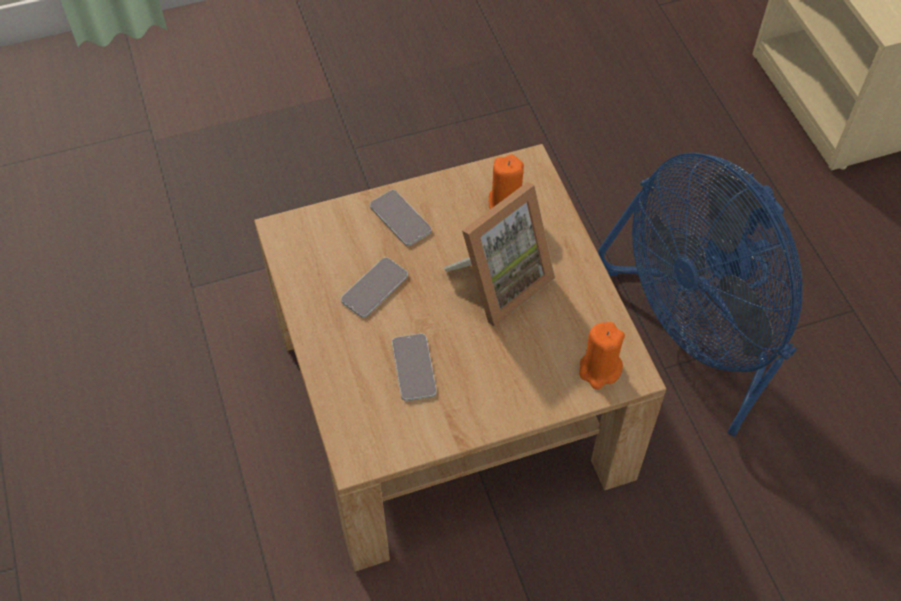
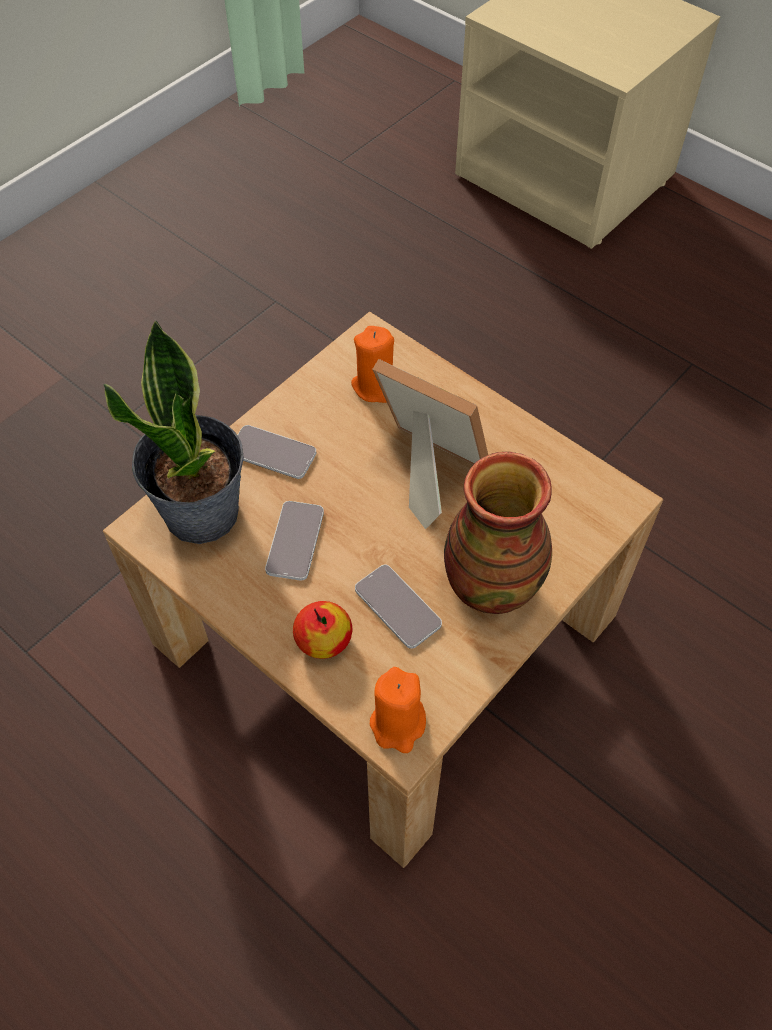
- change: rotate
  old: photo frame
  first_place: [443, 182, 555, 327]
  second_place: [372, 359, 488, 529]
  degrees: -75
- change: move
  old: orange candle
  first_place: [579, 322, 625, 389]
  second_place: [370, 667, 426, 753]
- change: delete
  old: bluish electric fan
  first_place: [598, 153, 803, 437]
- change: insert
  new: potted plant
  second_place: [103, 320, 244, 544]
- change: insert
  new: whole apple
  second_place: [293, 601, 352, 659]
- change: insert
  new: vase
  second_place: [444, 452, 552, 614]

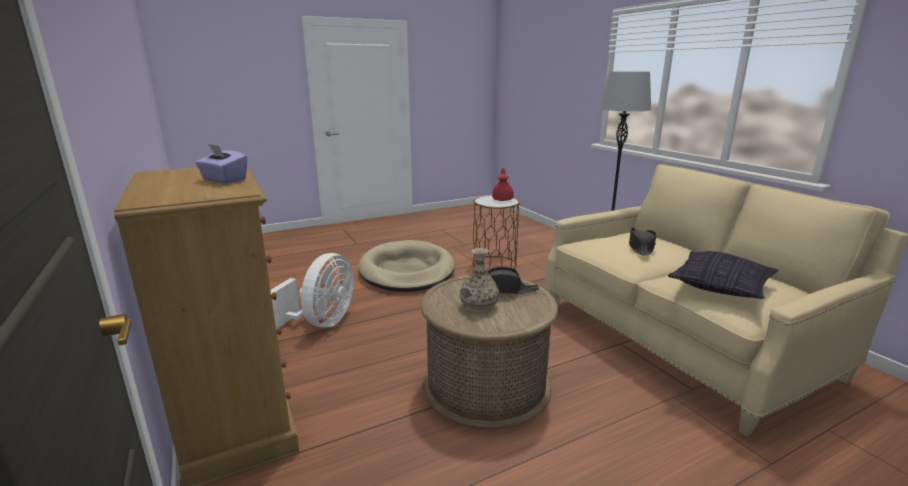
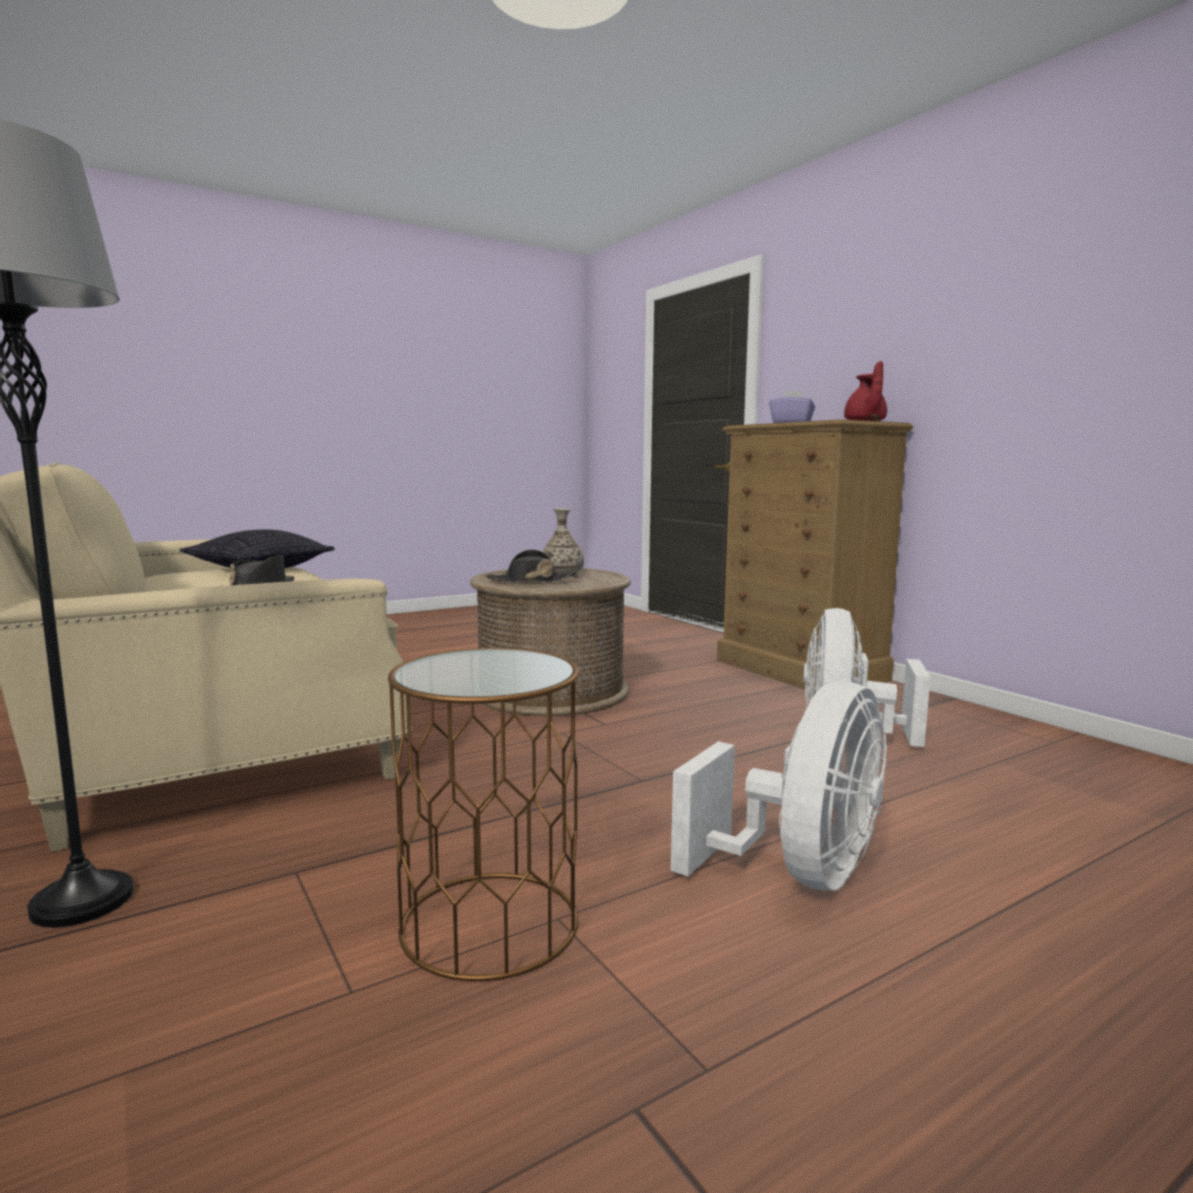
- change: replace
  old: beige-coloured pet bed
  new: white electric fan
  first_place: [358, 240, 455, 292]
  second_place: [671, 681, 887, 891]
- change: move
  old: red pot for tea
  first_place: [492, 168, 514, 201]
  second_place: [844, 361, 887, 421]

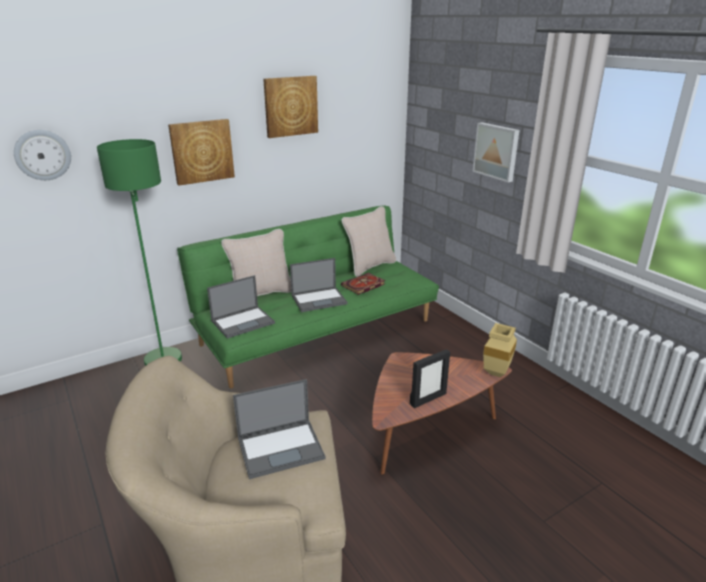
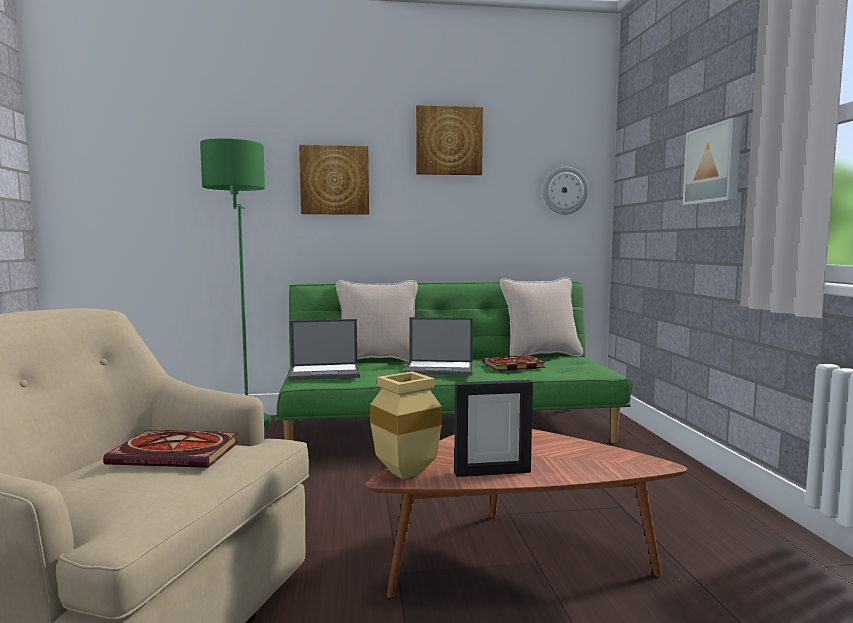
- change: move
  old: hanging clock
  first_place: [14, 130, 71, 180]
  second_place: [543, 167, 588, 215]
- change: replace
  old: laptop
  new: volume
  first_place: [233, 379, 326, 479]
  second_place: [103, 430, 239, 468]
- change: move
  old: beige-coloured vase
  first_place: [483, 323, 517, 377]
  second_place: [370, 371, 442, 479]

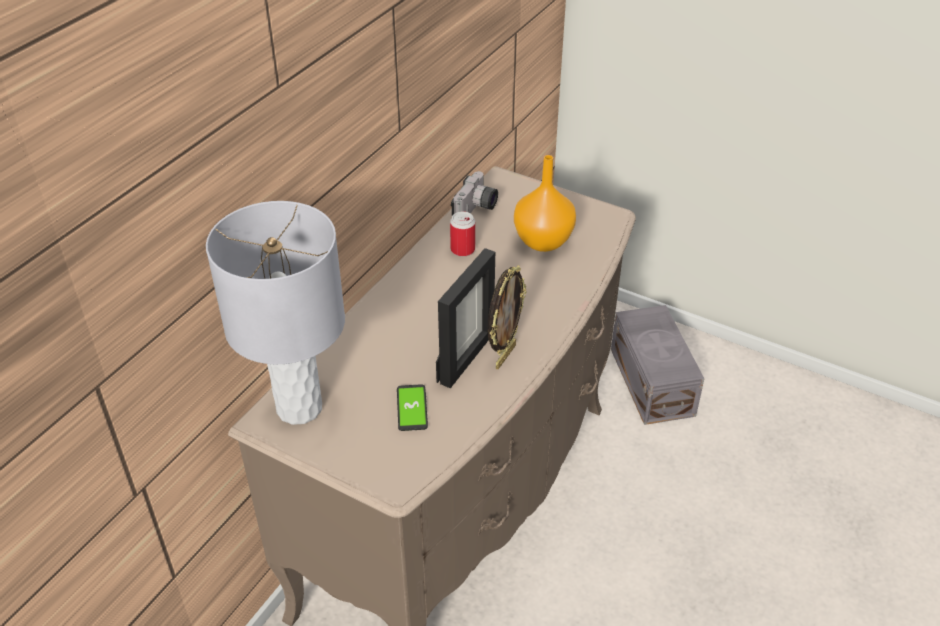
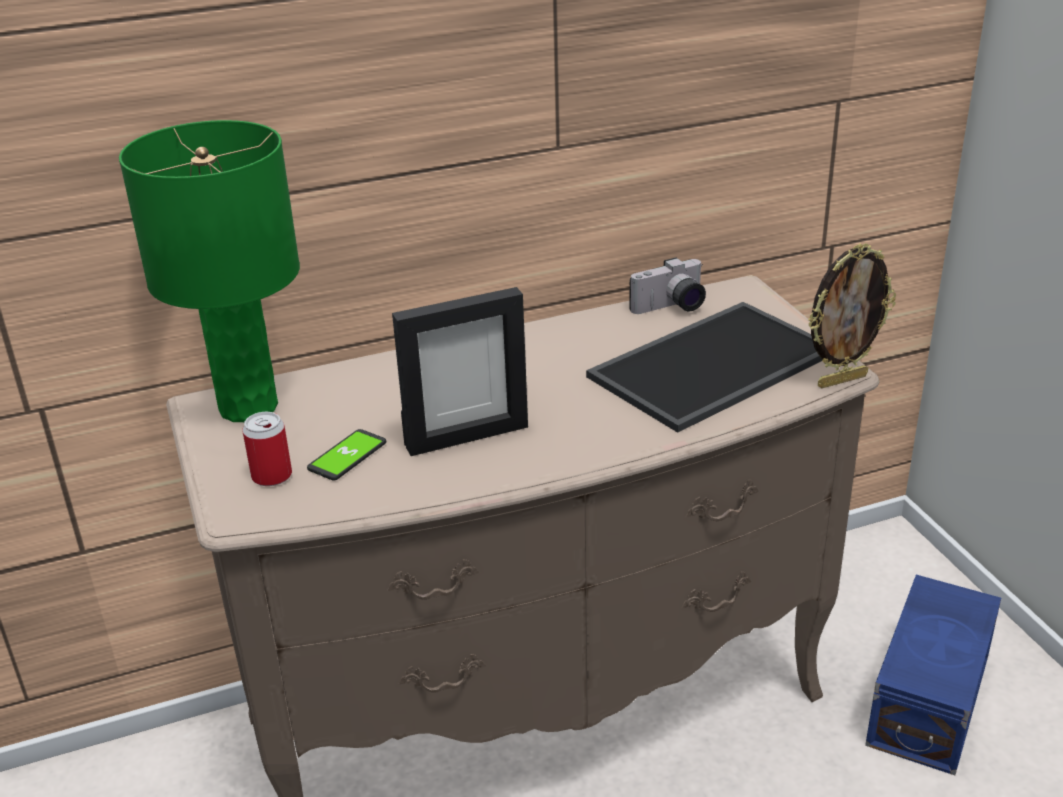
- change: recolor
  old: grey tabletop lamp
  new: greenish tabletop lamp
  first_place: [206, 201, 345, 425]
  second_place: [119, 120, 300, 422]
- change: move
  old: sealed can
  first_place: [450, 211, 475, 257]
  second_place: [242, 412, 292, 486]
- change: move
  old: photo frame
  first_place: [488, 265, 526, 369]
  second_place: [808, 243, 896, 388]
- change: replace
  old: orange vase
  new: carrying tray
  first_place: [514, 155, 576, 252]
  second_place: [586, 302, 822, 433]
- change: recolor
  old: grey storage bin
  new: bluish storage bin
  first_place: [611, 305, 704, 425]
  second_place: [865, 575, 1001, 775]

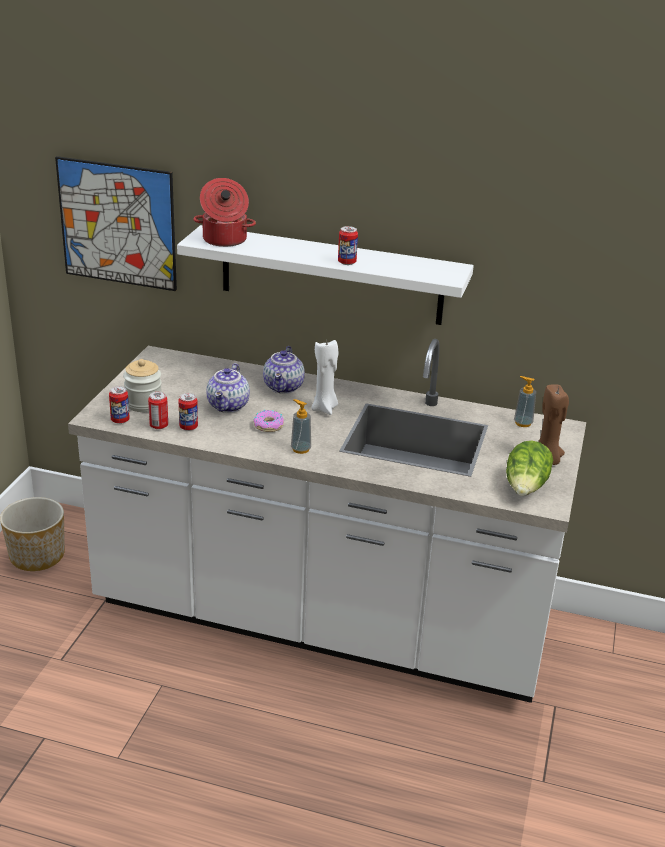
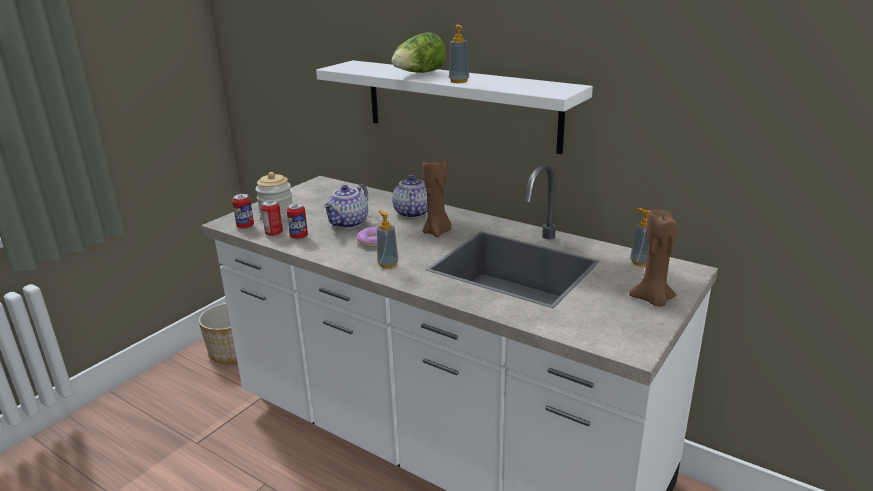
- change: delete
  old: picture
  first_place: [55, 156, 177, 291]
- change: delete
  old: stockpot
  first_place: [193, 178, 256, 247]
- change: rotate
  old: pot for tea
  first_place: [263, 346, 305, 394]
  second_place: [392, 175, 427, 218]
  degrees: 150
- change: recolor
  old: white candle
  new: brown candle
  first_place: [311, 340, 338, 415]
  second_place: [423, 158, 451, 238]
- change: replace
  old: sealed can
  new: soap bottle
  first_place: [338, 226, 358, 265]
  second_place: [449, 25, 469, 83]
- change: move
  old: lettuce
  first_place: [506, 441, 553, 496]
  second_place: [392, 32, 446, 73]

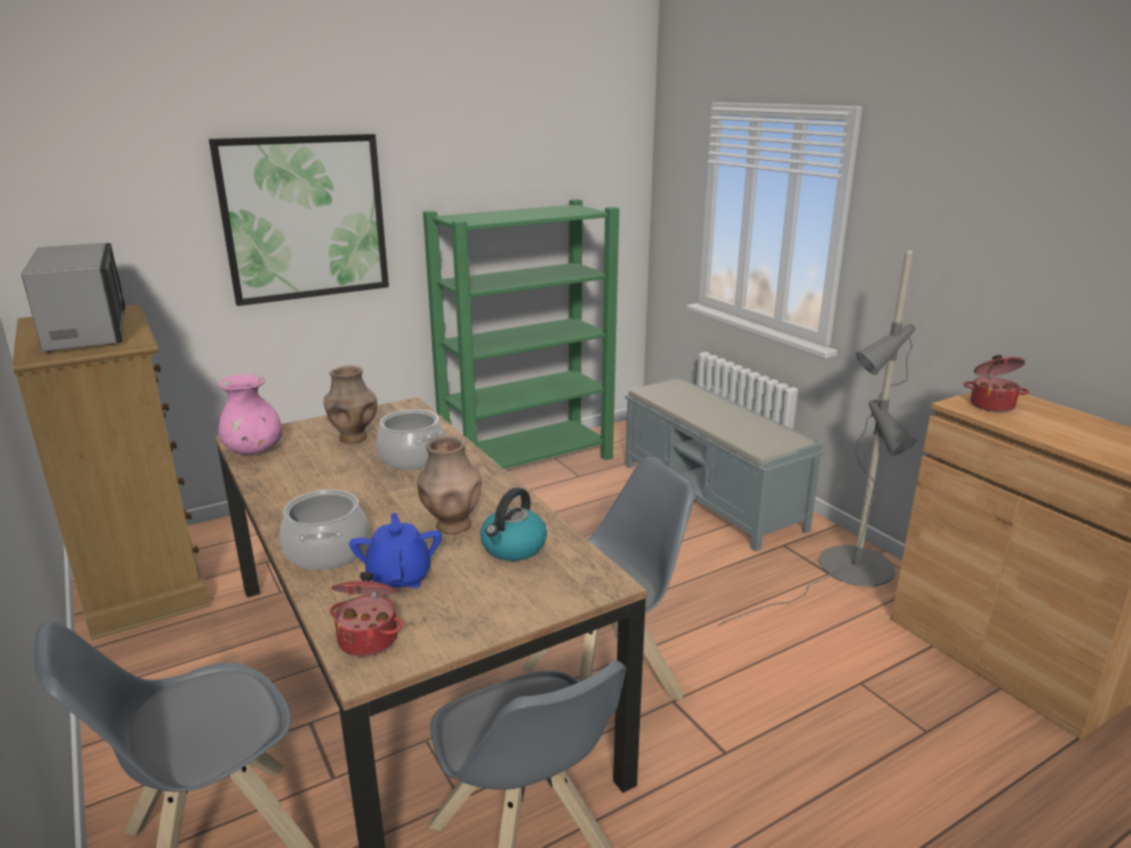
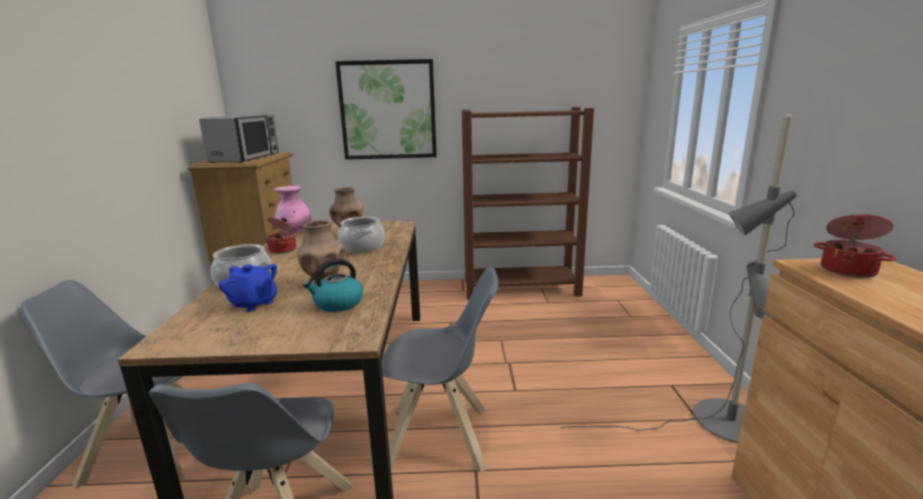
- change: move
  old: stockpot
  first_place: [330, 572, 403, 657]
  second_place: [266, 217, 296, 254]
- change: rotate
  old: bluish pot for tea
  first_place: [349, 513, 442, 588]
  second_place: [219, 264, 277, 312]
  degrees: 105
- change: recolor
  old: greenish shelving unit
  new: brown shelving unit
  first_place: [423, 199, 619, 469]
  second_place: [462, 107, 594, 300]
- change: delete
  old: grey indoor bench
  first_place: [625, 377, 824, 552]

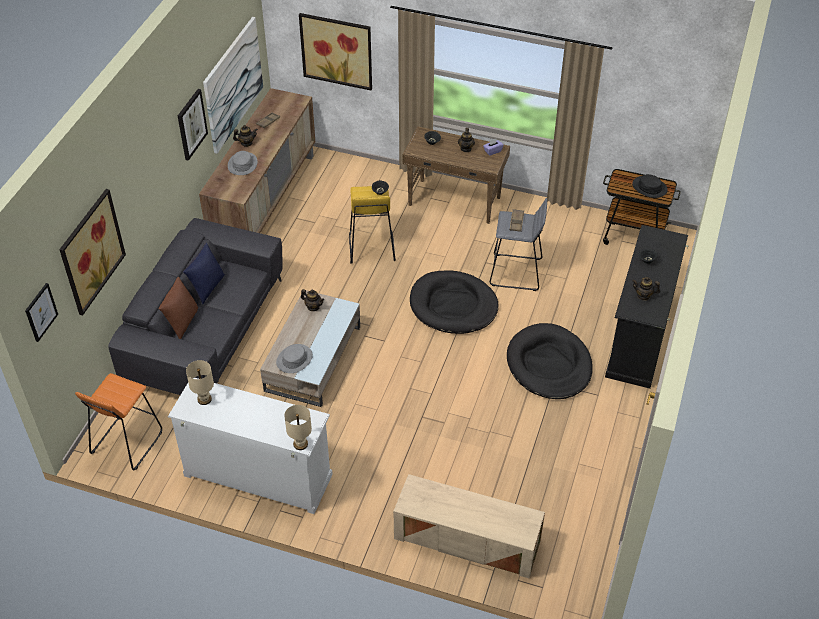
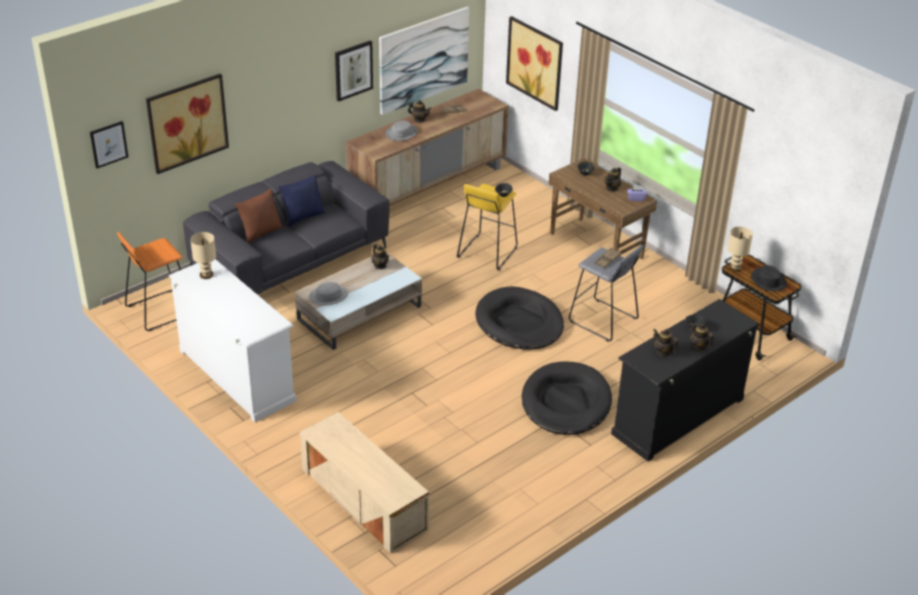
- change: move
  old: beige-coloured tabletop lamp
  first_place: [284, 405, 312, 450]
  second_place: [727, 227, 753, 271]
- change: insert
  new: pot for tea
  second_place: [690, 323, 714, 351]

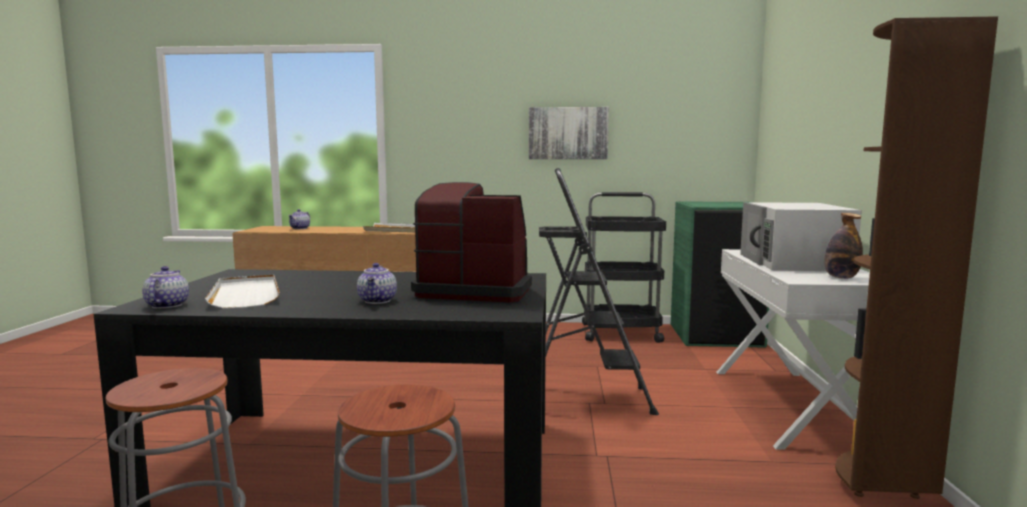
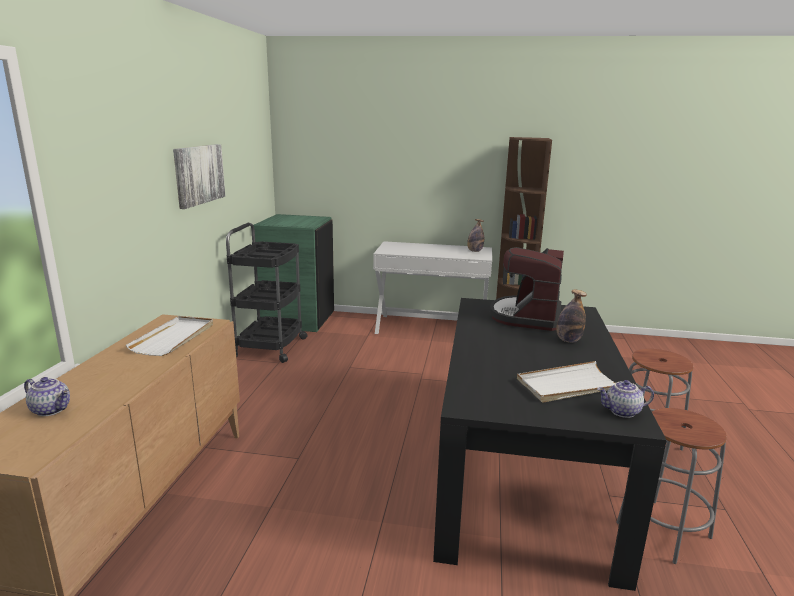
- change: replace
  old: pot for tea
  new: drink bottle
  first_place: [357, 263, 397, 304]
  second_place: [557, 290, 587, 343]
- change: delete
  old: stepladder
  first_place: [539, 168, 659, 415]
- change: delete
  old: white microwave
  first_place: [740, 202, 862, 271]

